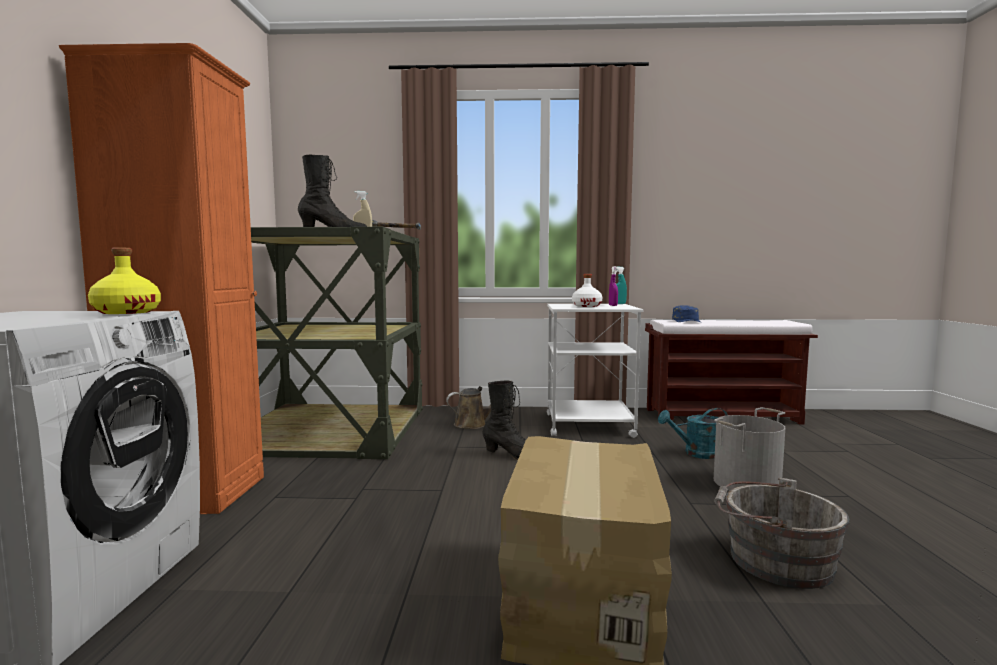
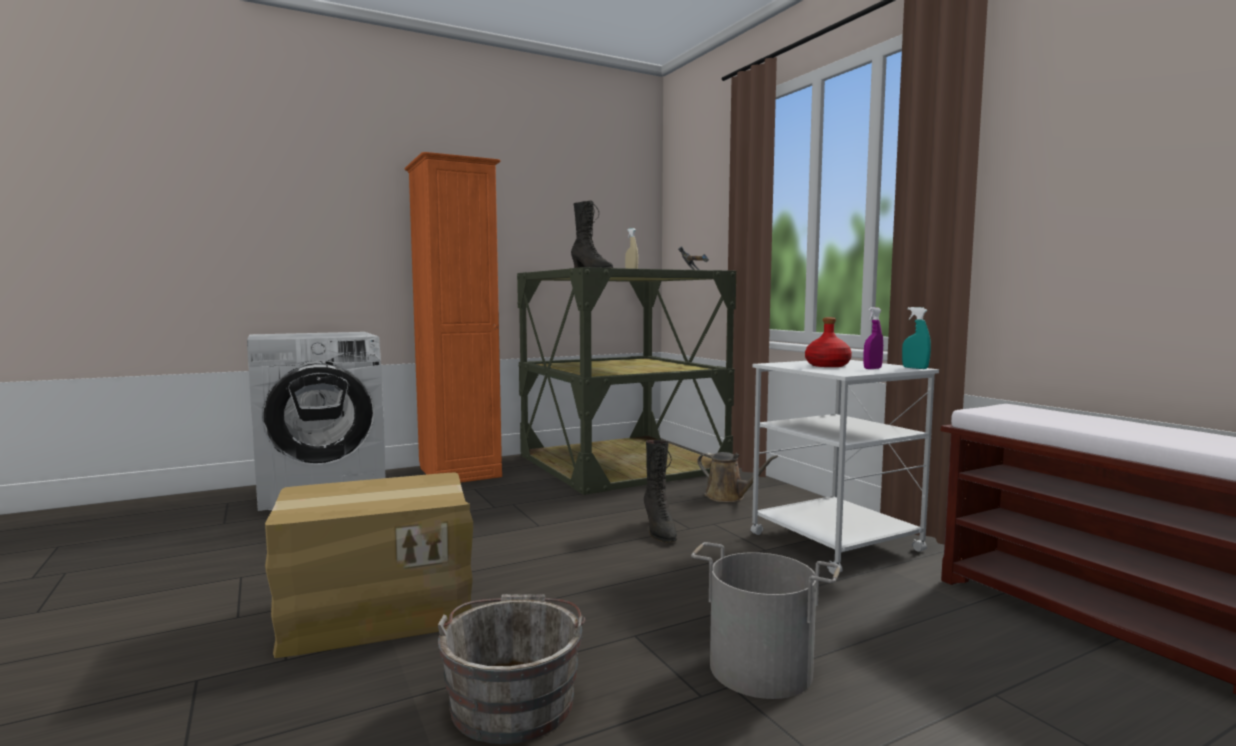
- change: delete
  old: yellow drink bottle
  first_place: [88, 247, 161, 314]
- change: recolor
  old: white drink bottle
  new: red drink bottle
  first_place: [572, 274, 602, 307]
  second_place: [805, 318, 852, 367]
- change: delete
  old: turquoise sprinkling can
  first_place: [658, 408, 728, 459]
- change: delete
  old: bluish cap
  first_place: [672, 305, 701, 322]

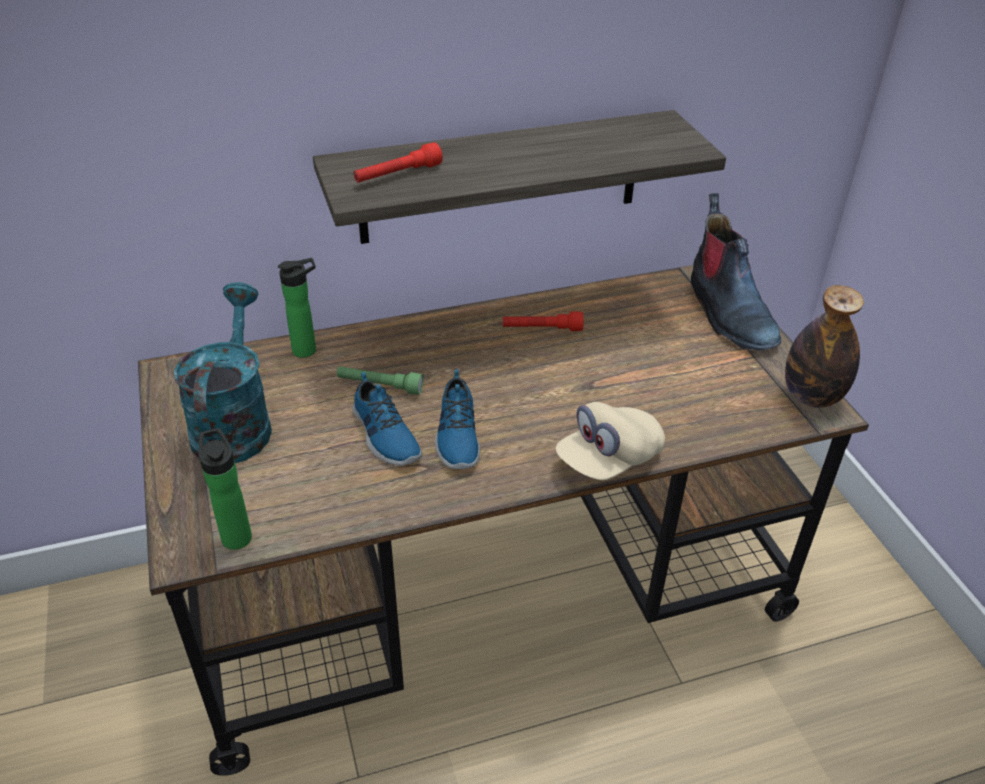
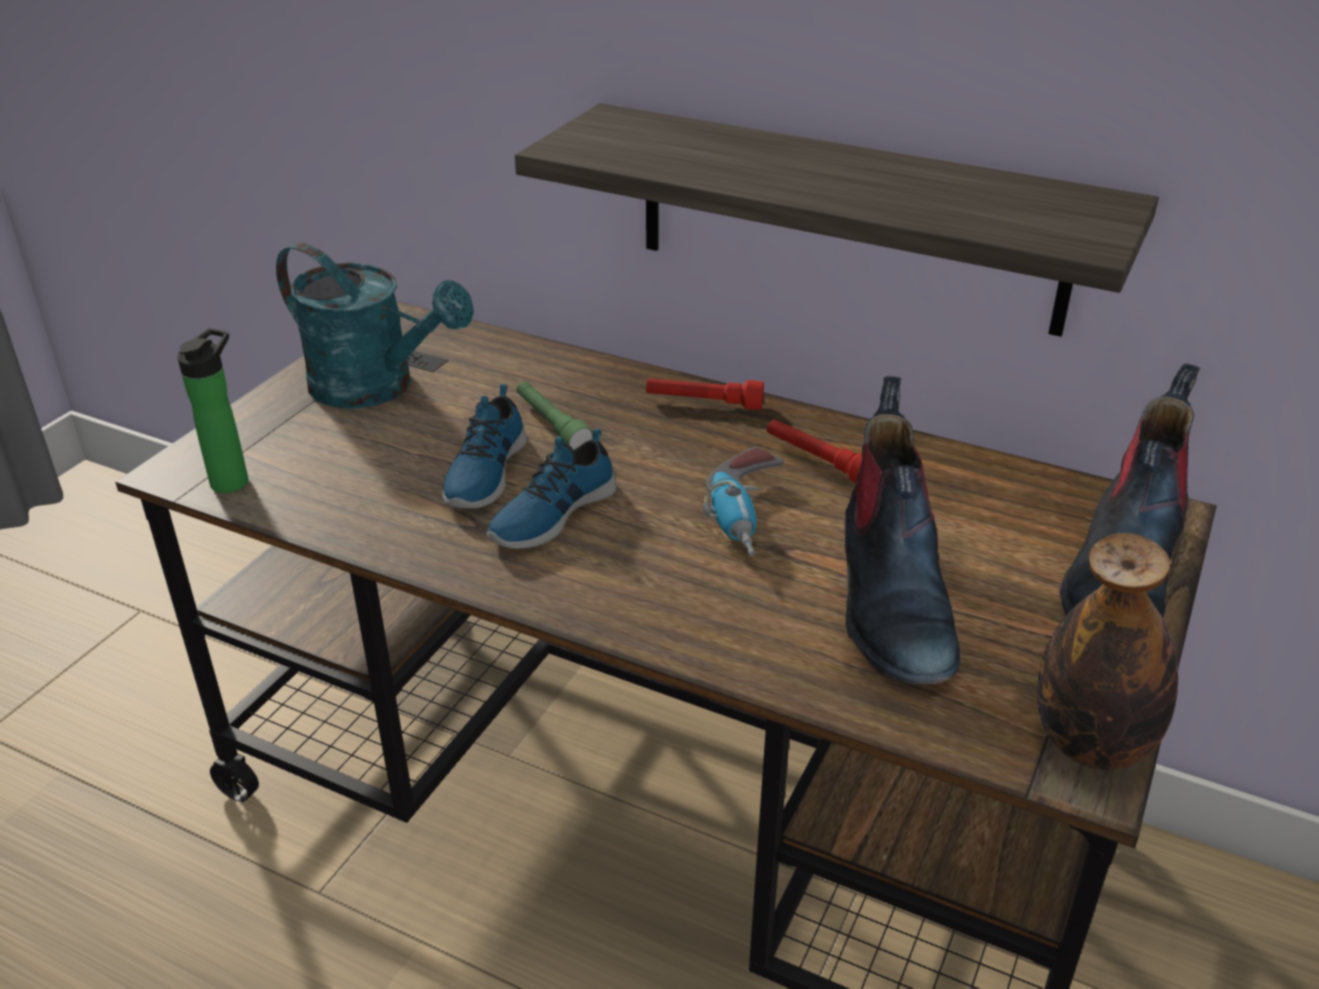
- change: rotate
  old: turquoise sprinkling can
  first_place: [174, 282, 272, 463]
  second_place: [276, 242, 474, 409]
  degrees: 75
- change: delete
  old: drink bottle
  first_place: [278, 258, 316, 358]
- change: move
  old: red hand torch
  first_place: [354, 142, 443, 182]
  second_place: [646, 378, 764, 410]
- change: delete
  old: beige-coloured cap
  first_place: [556, 402, 665, 480]
- change: insert
  new: power drill
  second_place: [702, 447, 784, 556]
- change: insert
  new: boot
  second_place: [845, 376, 960, 684]

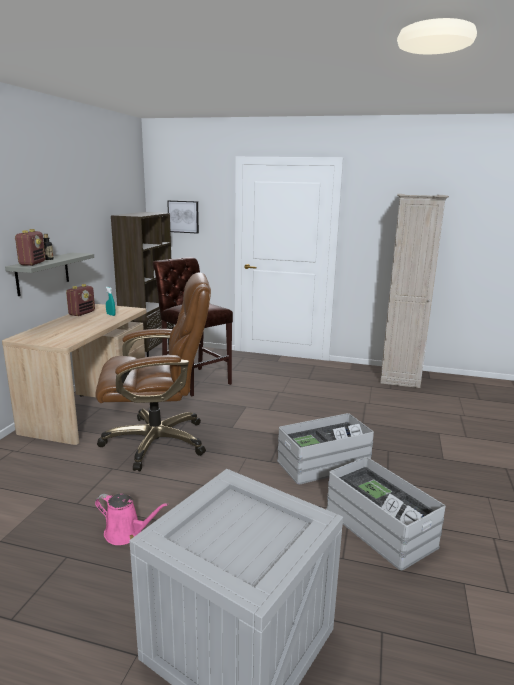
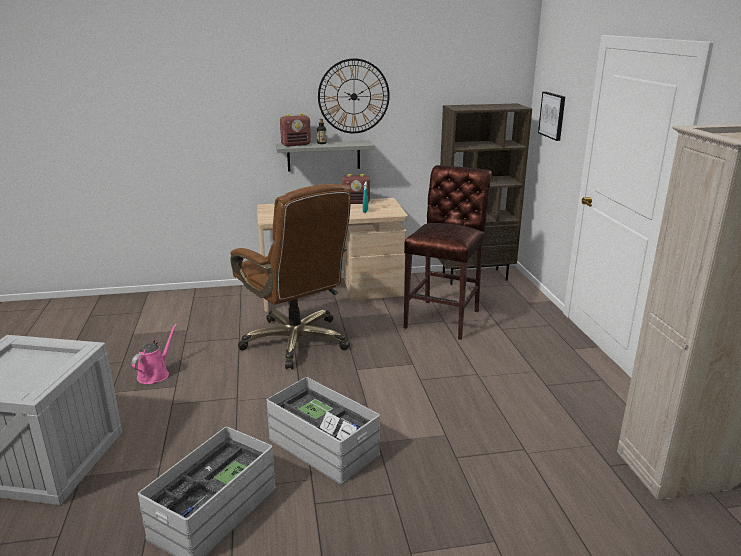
- change: rotate
  old: pink sprinkling can
  first_place: [95, 494, 168, 545]
  second_place: [131, 323, 177, 384]
  degrees: -150
- change: insert
  new: hanging clock
  second_place: [318, 58, 390, 133]

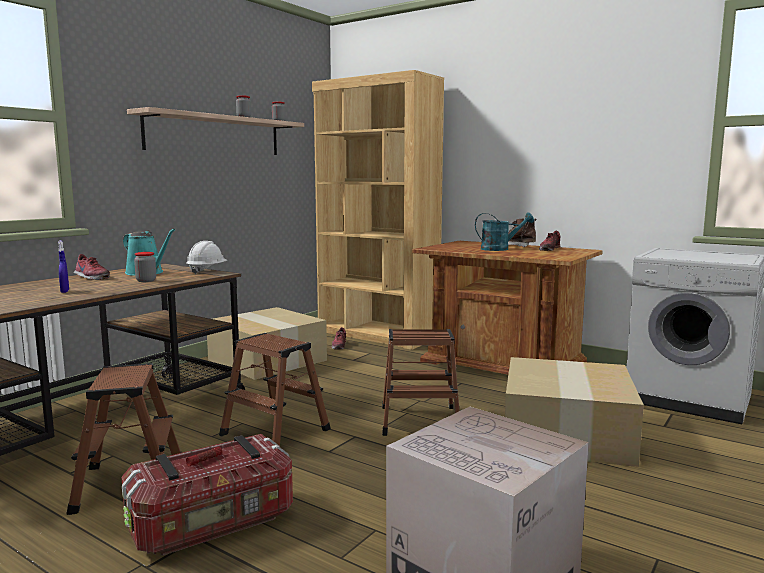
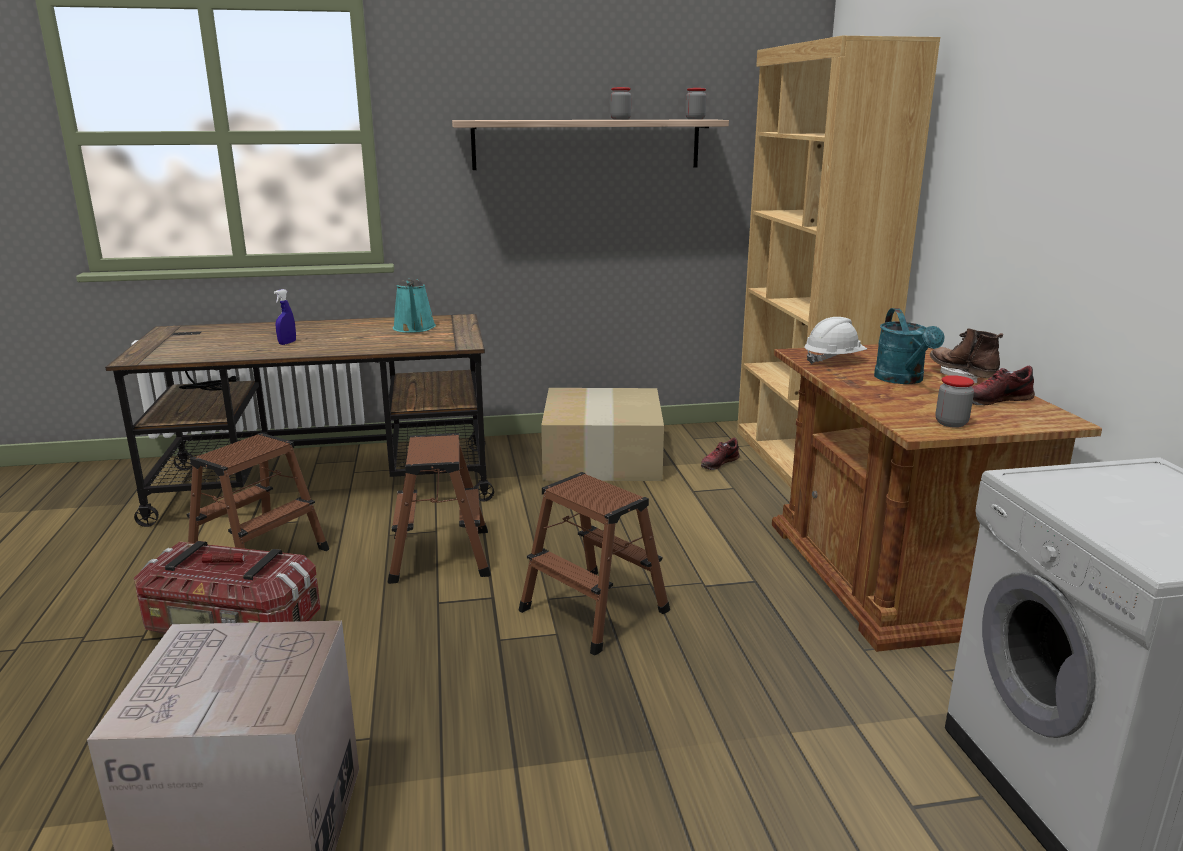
- change: delete
  old: item of footwear
  first_place: [74, 254, 110, 280]
- change: move
  old: preserve jar
  first_place: [134, 252, 156, 282]
  second_place: [936, 375, 974, 428]
- change: move
  old: white hard hat
  first_place: [187, 241, 228, 274]
  second_place: [804, 317, 867, 364]
- change: rotate
  old: turquoise sprinkling can
  first_place: [475, 212, 534, 251]
  second_place: [874, 308, 945, 384]
  degrees: 45
- change: delete
  old: carton
  first_place: [505, 357, 644, 467]

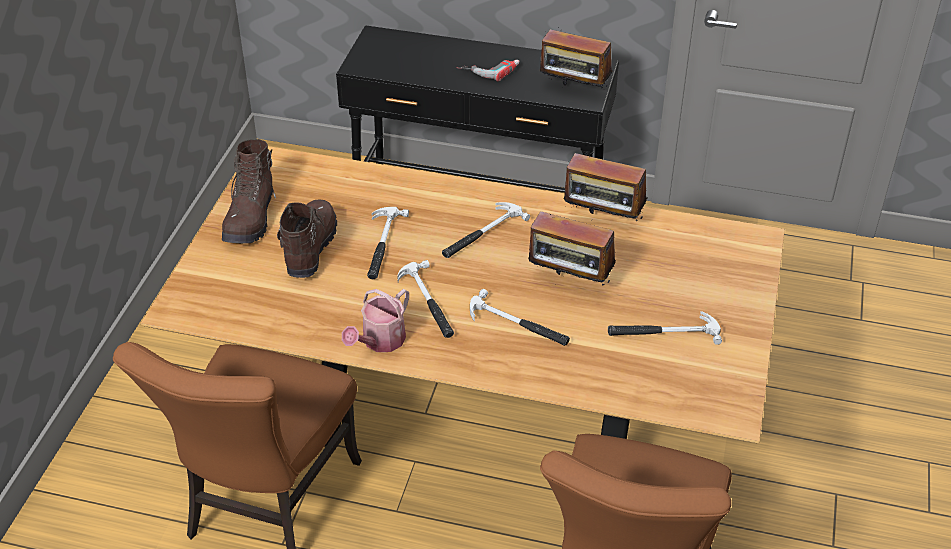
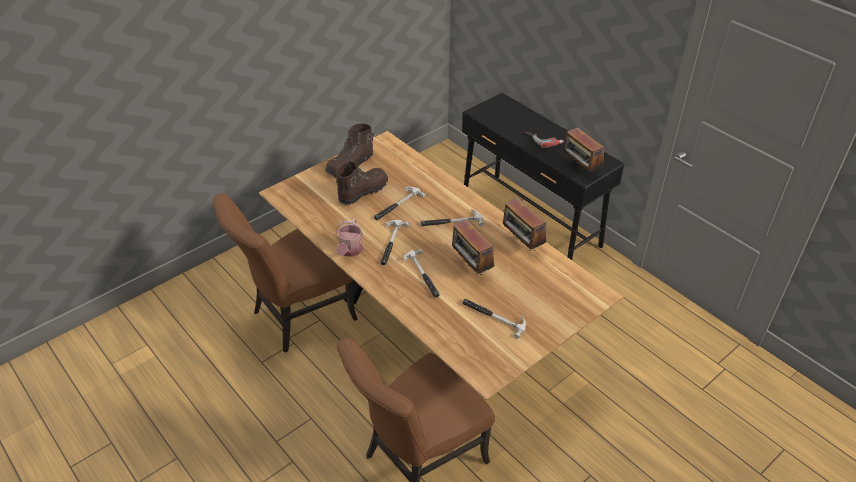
- change: rotate
  old: sprinkling can
  first_place: [342, 289, 409, 352]
  second_place: [336, 218, 363, 257]
  degrees: -60

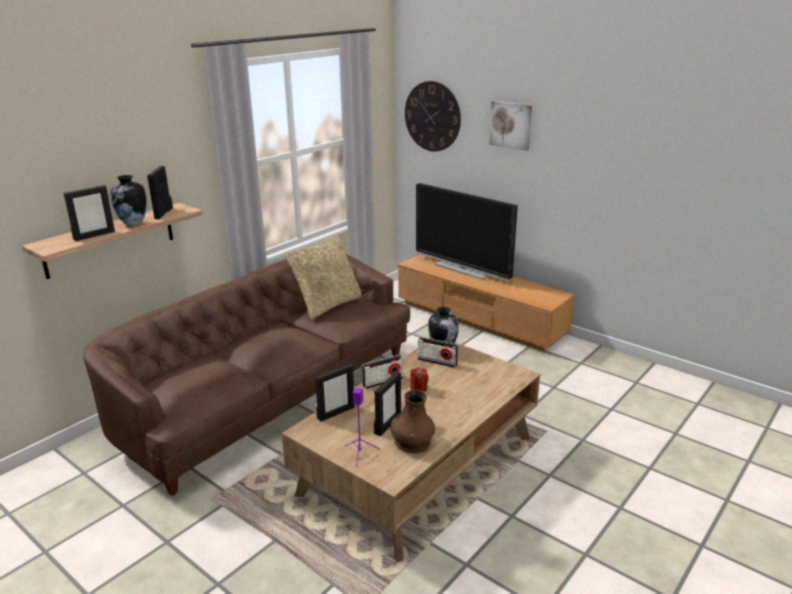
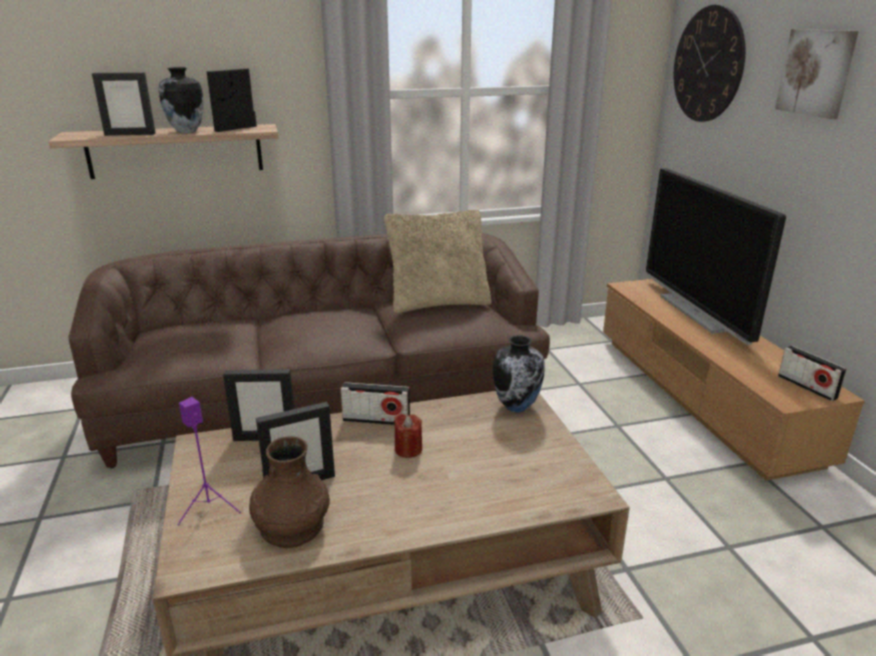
- change: move
  old: radio receiver
  first_place: [418, 337, 458, 368]
  second_place: [778, 346, 847, 401]

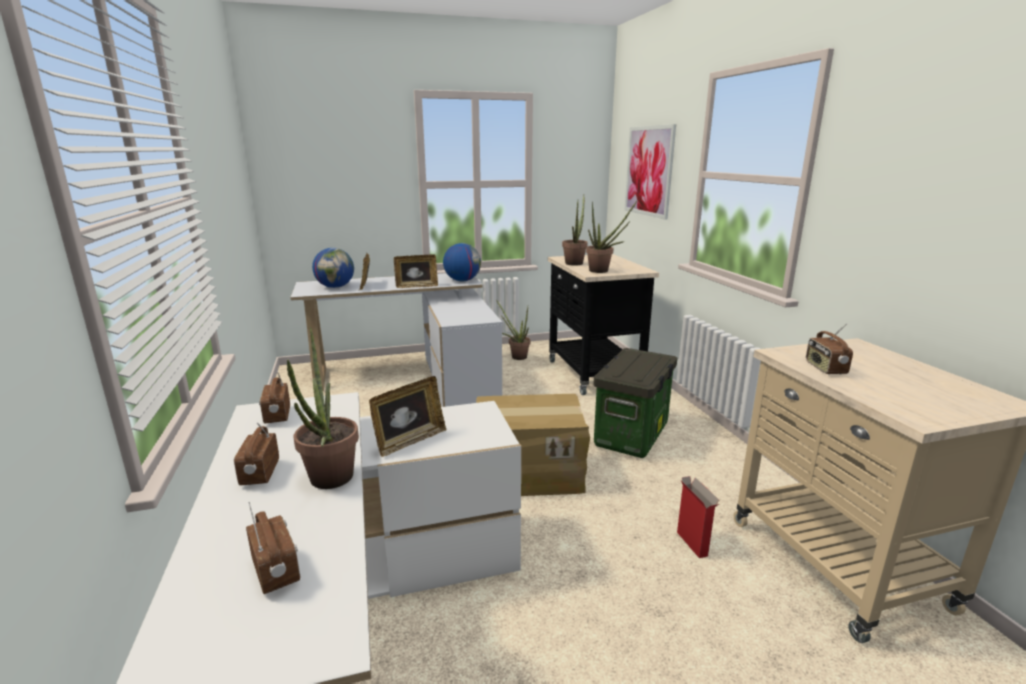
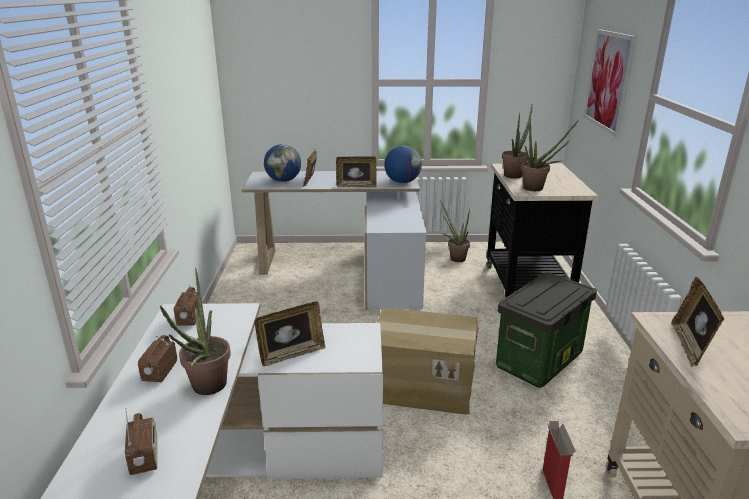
- change: replace
  old: radio receiver
  new: photo frame
  first_place: [806, 324, 853, 375]
  second_place: [671, 277, 724, 367]

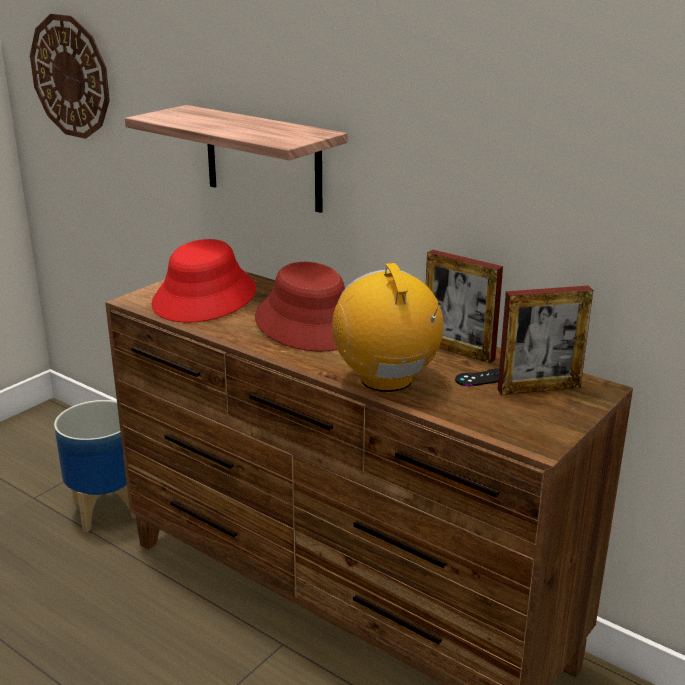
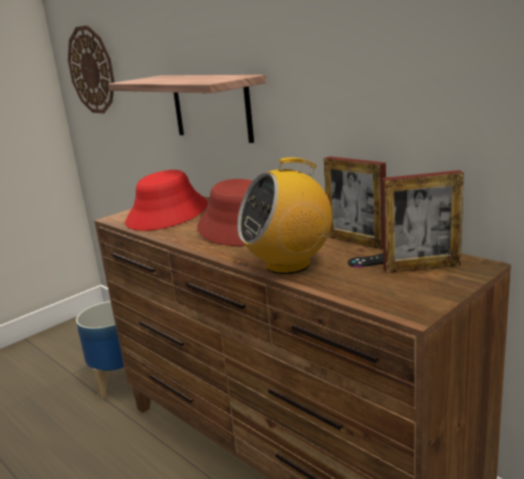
- change: rotate
  old: radio receiver
  first_place: [332, 263, 444, 392]
  second_place: [237, 157, 332, 274]
  degrees: -105

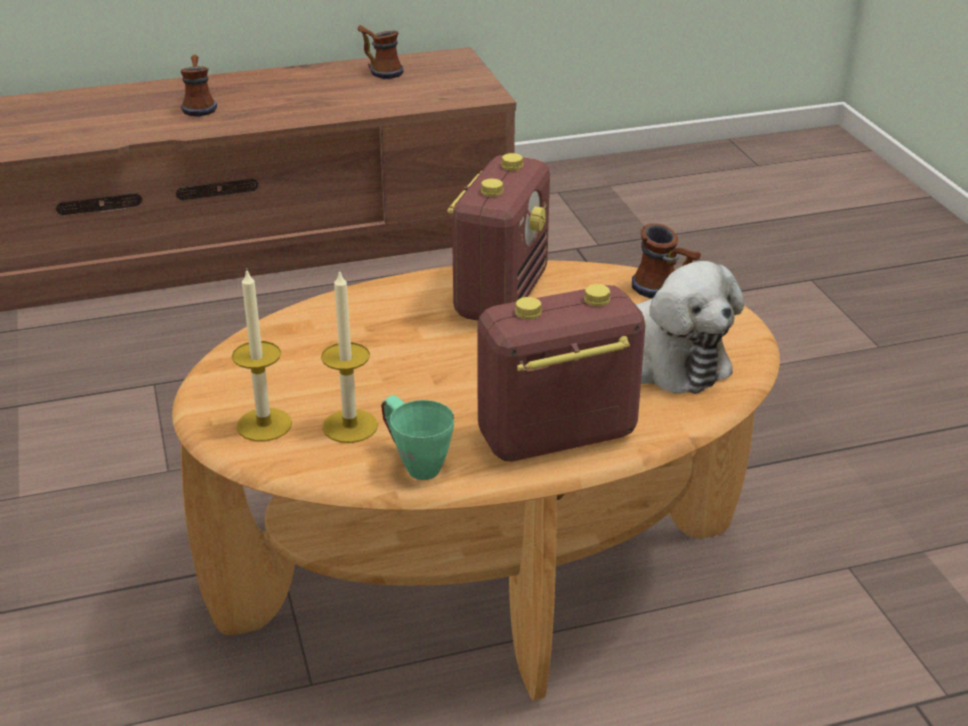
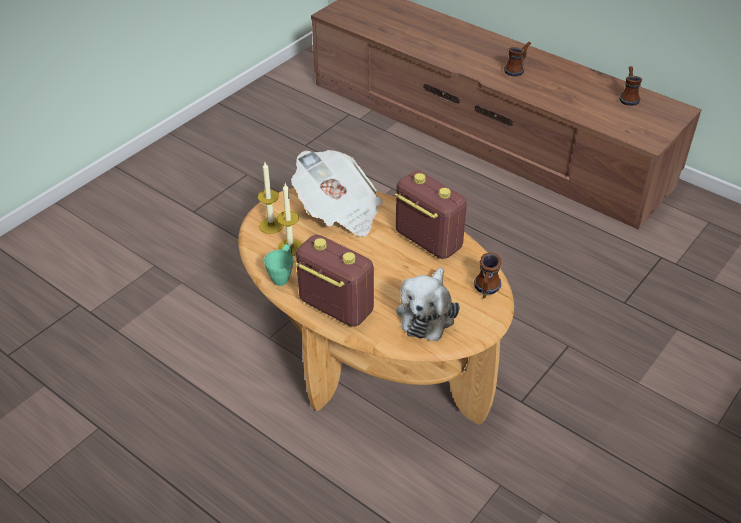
- change: rotate
  old: radio receiver
  first_place: [447, 153, 550, 321]
  second_place: [395, 170, 467, 259]
  degrees: -120
- change: insert
  new: daily paper
  second_place: [291, 150, 383, 237]

